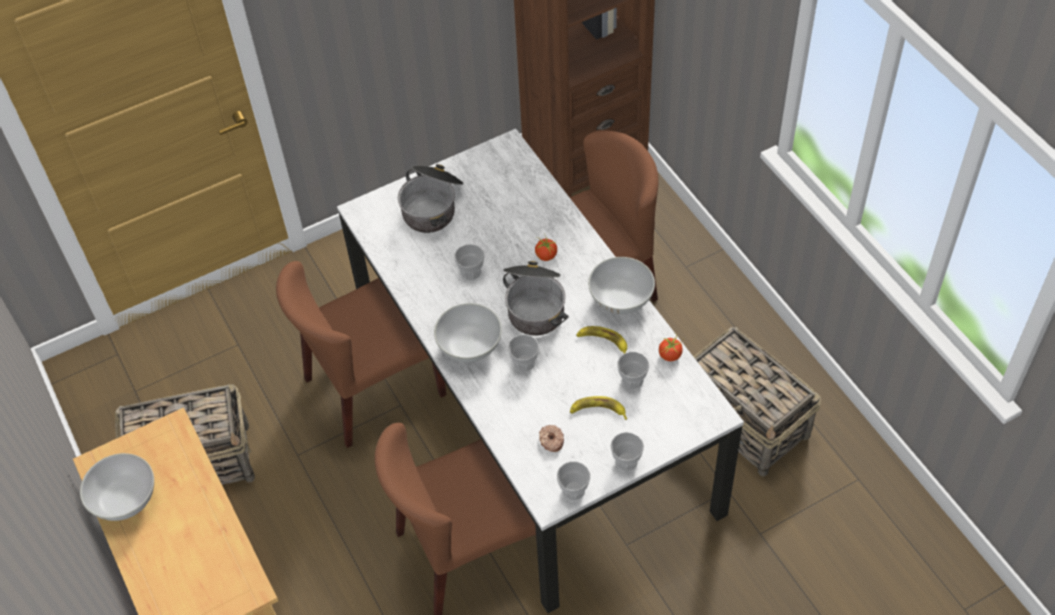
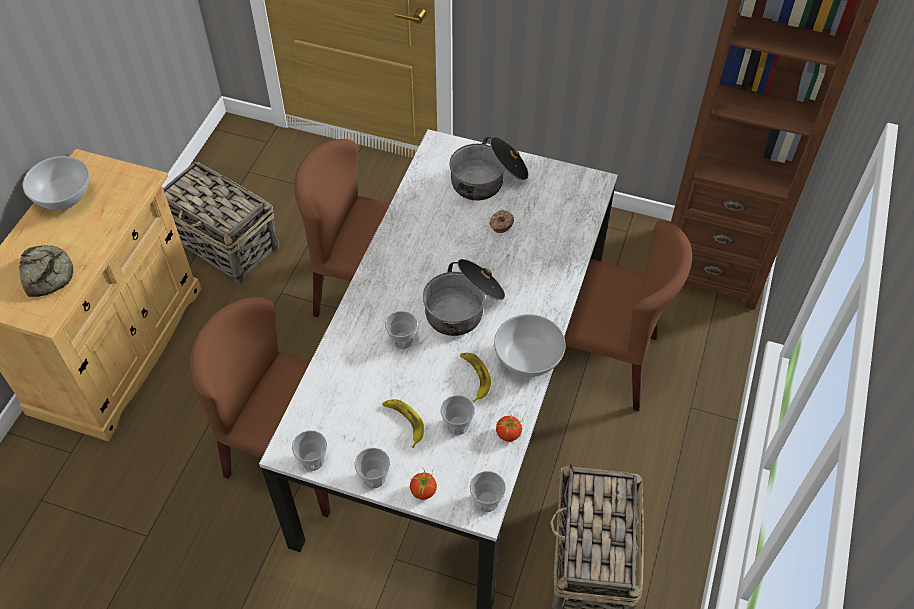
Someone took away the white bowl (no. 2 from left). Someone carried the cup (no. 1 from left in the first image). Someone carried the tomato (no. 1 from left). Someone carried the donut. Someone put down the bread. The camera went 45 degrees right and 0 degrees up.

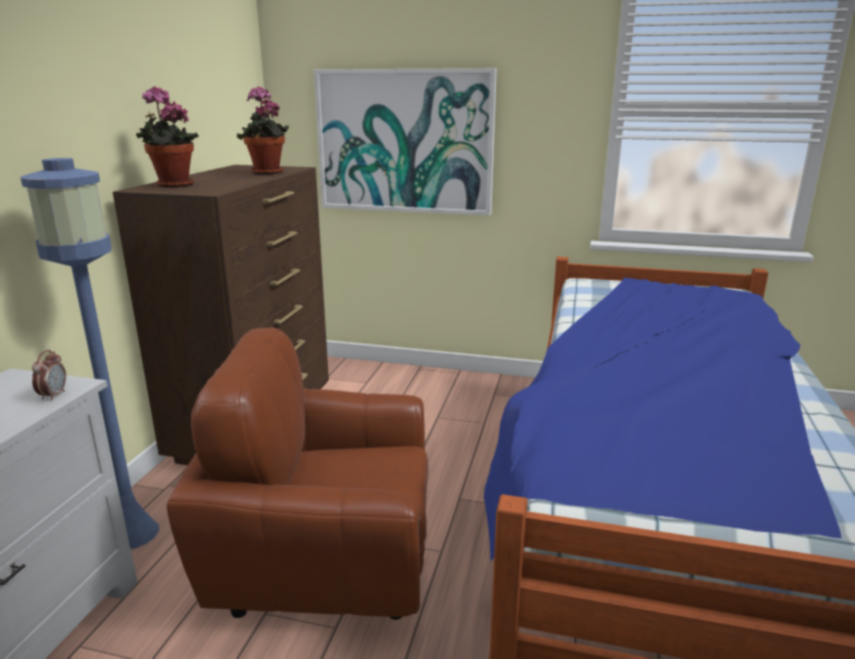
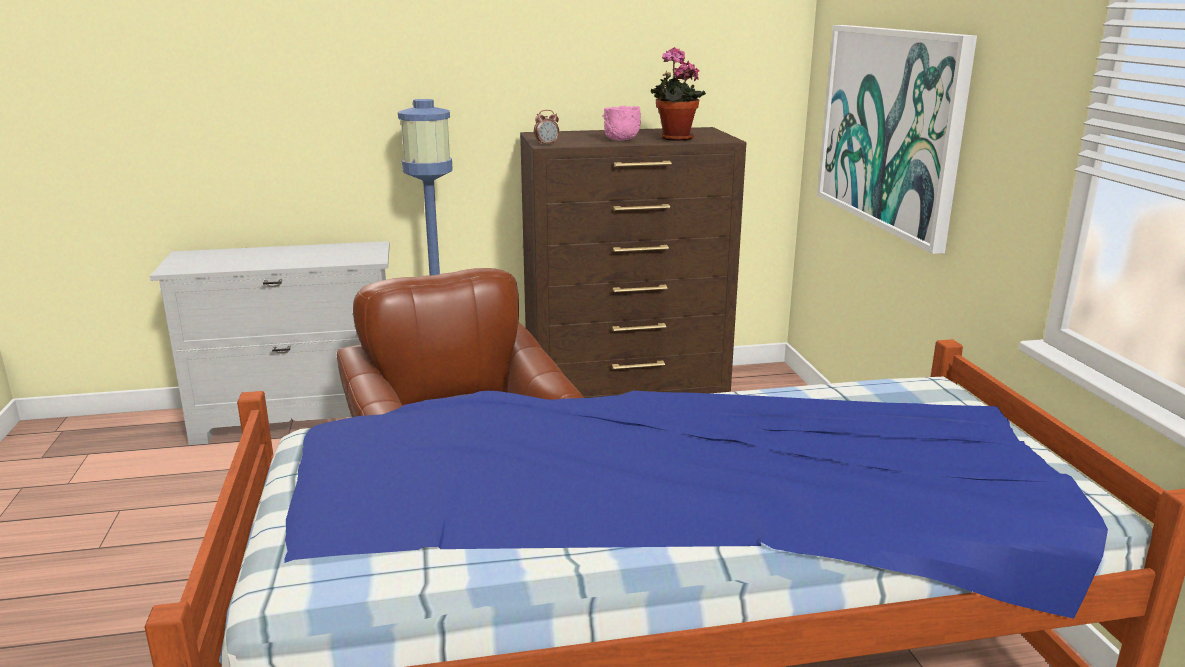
Someone carried the alarm clock. Someone took away the potted plant (no. 1 from left). Someone put down the pink bowl. The camera went 65 degrees right and 0 degrees up.

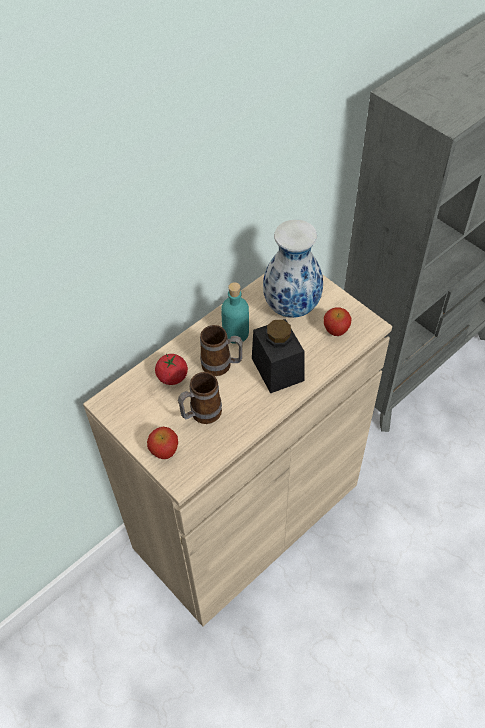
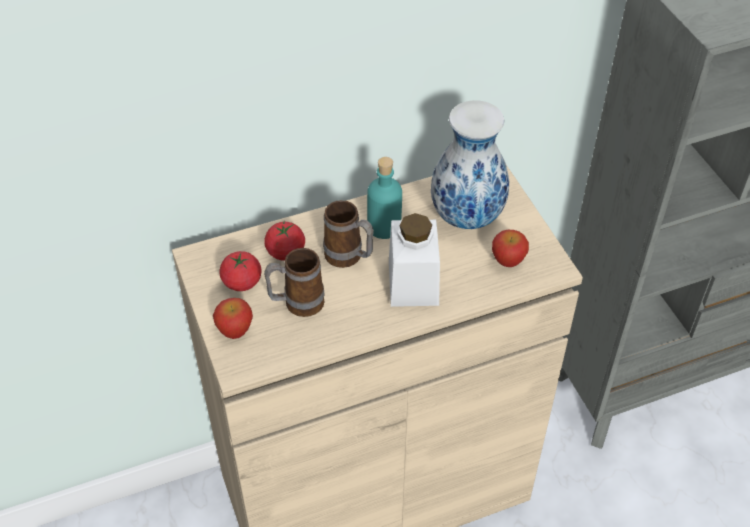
Someone repainted the black jar, which became the white jar. Someone put down the tomato (no. 1 from left). The camera went 20 degrees right and 5 degrees down.

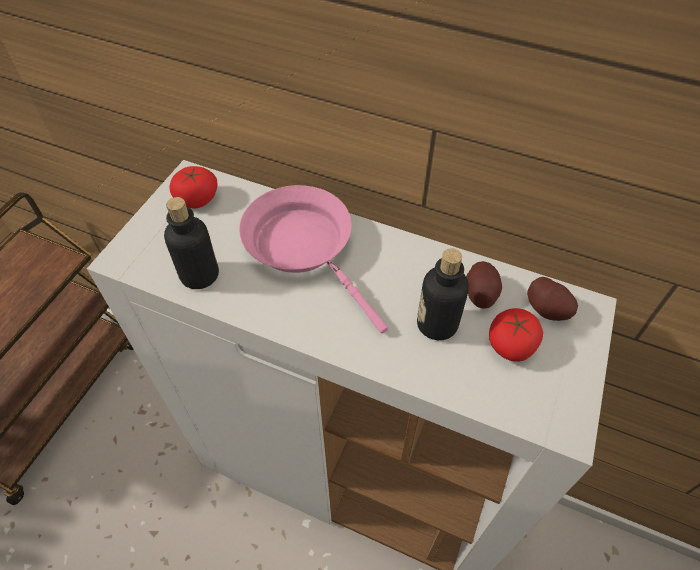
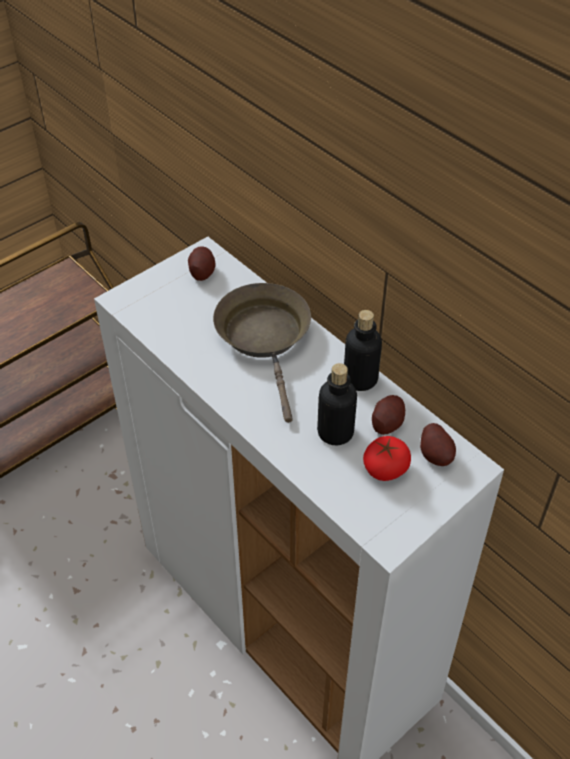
Someone carried the bottle (no. 1 from left in the first image). Someone swapped the tomato (no. 1 from left) for the potato (no. 1 from left). Someone repainted the pink frying pan, which became the brown frying pan. The camera went 25 degrees right and 5 degrees down.

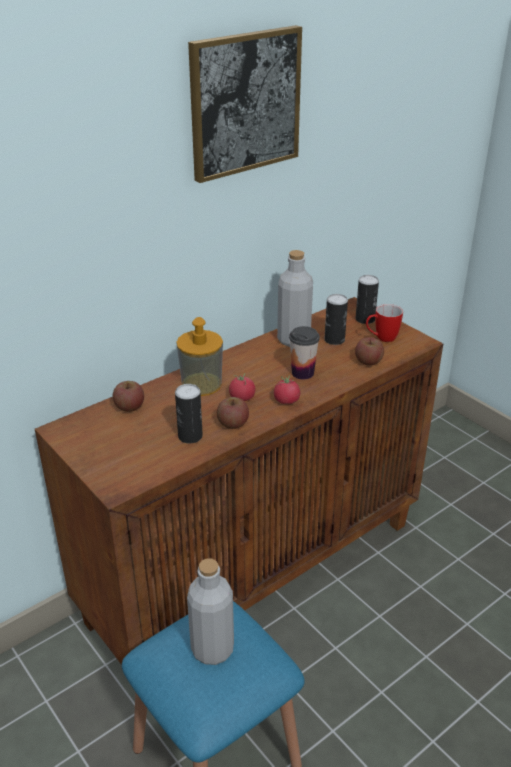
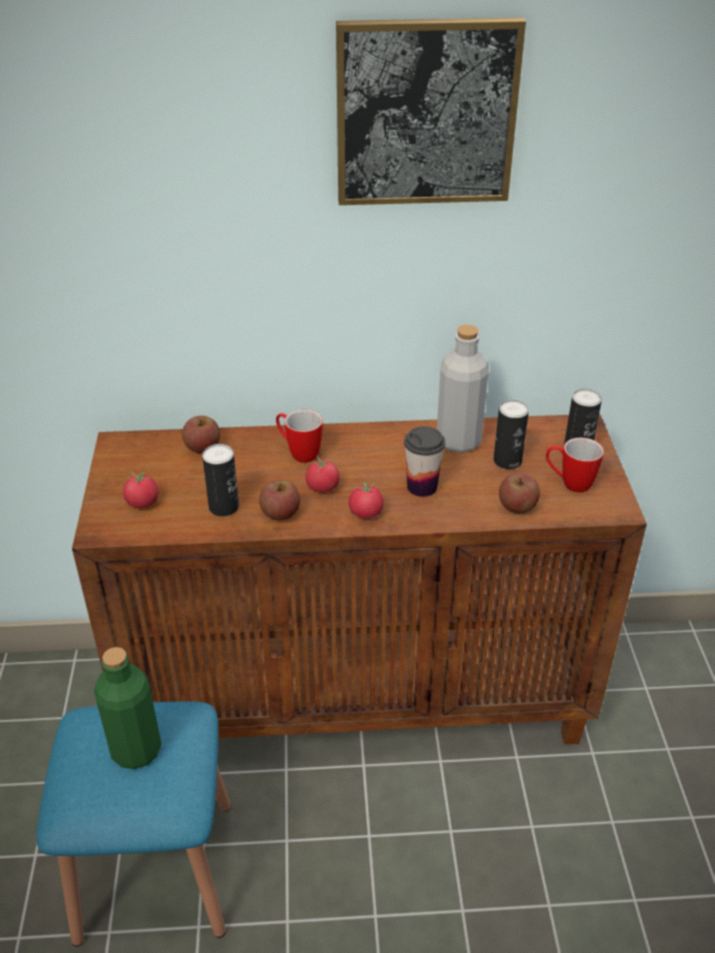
Someone swapped the soap dispenser for the mug (no. 1 from left). Someone repainted the grey bottle (no. 1 from left), which became the green bottle. Someone put down the tomato (no. 1 from left). The camera went 35 degrees right and 5 degrees up.

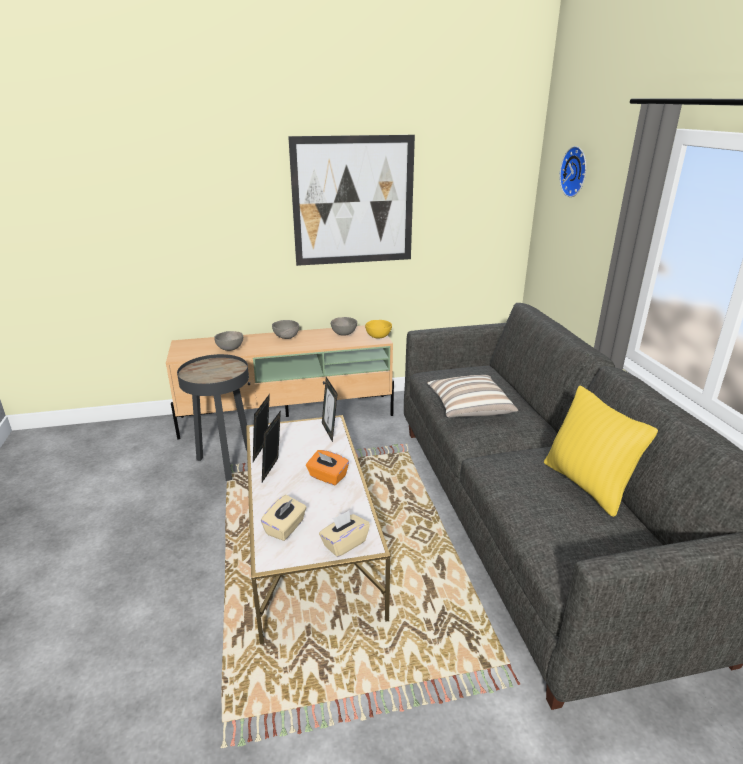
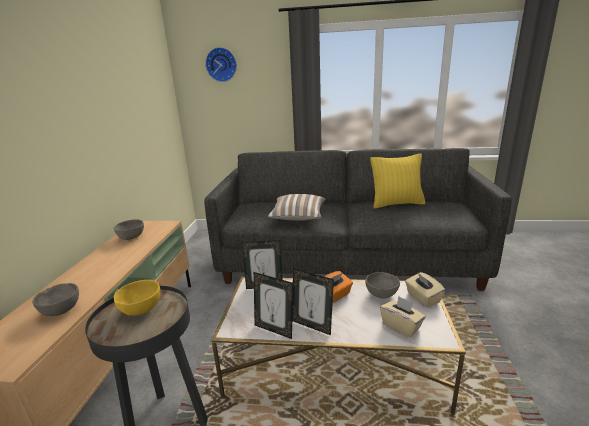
Someone carried the grey bowl (no. 2 from left in the first image). Someone took away the picture. Someone carried the yellow bowl. The camera went 70 degrees left and 5 degrees down.

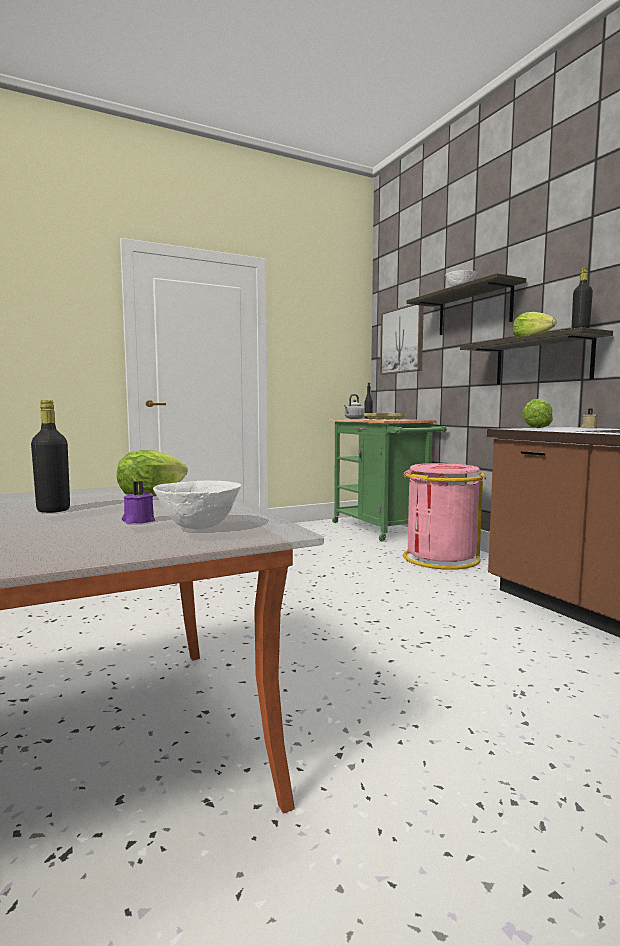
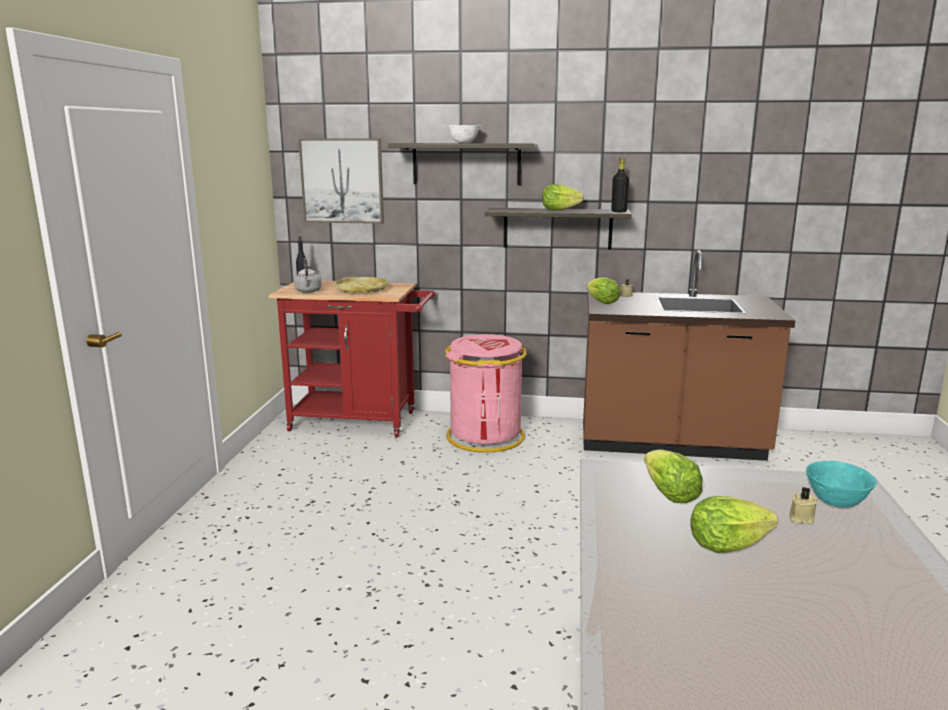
Someone swapped the black bottle (no. 1 from left) for the lettuce (no. 4 from left). Someone repainted the purple candle, which became the beige candle (no. 2 from left). Someone repainted the white bowl (no. 1 from left), which became the turquoise bowl. Someone repainted the green cart, which became the red cart. The camera went 55 degrees left and 10 degrees up.

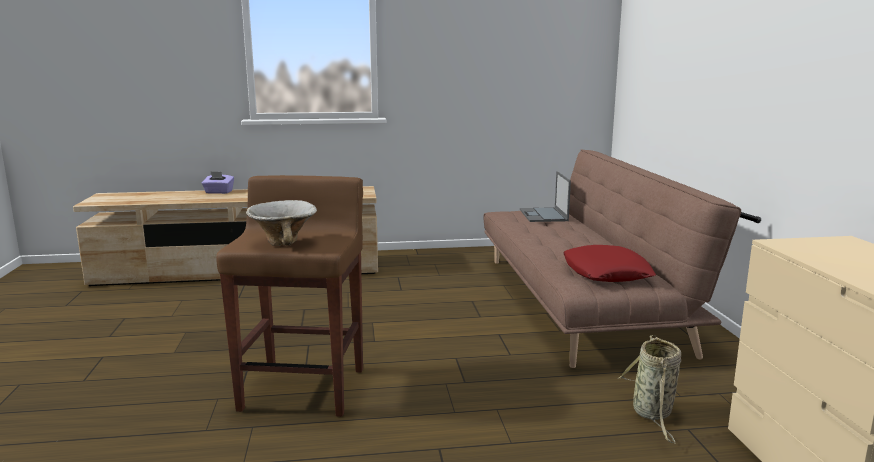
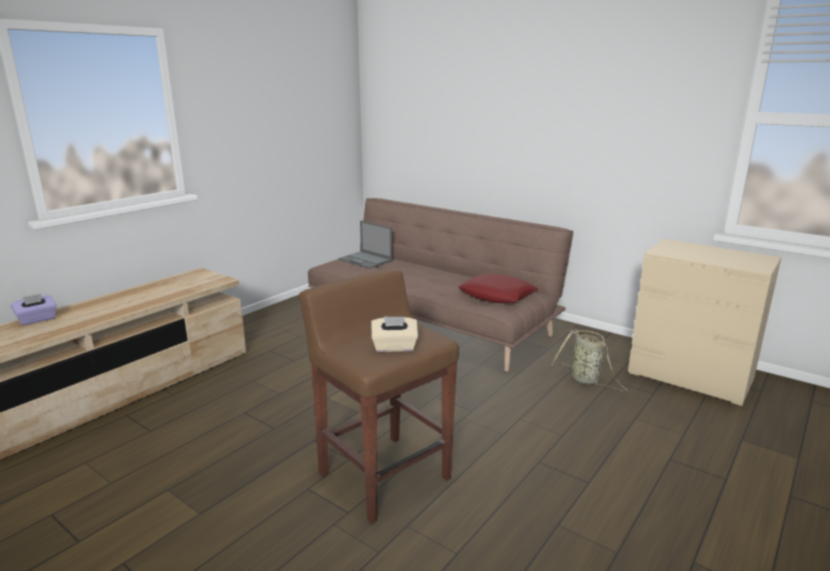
Someone swapped the bowl for the beige tissue box. The camera went 45 degrees left and 5 degrees up.

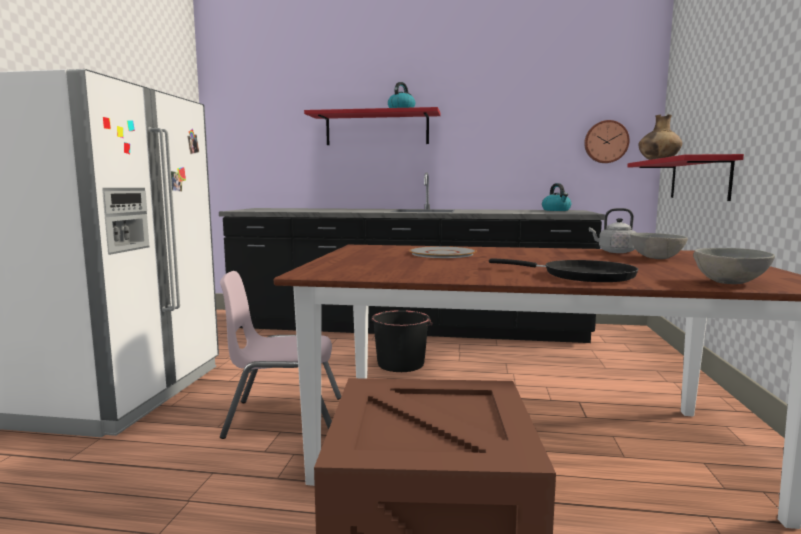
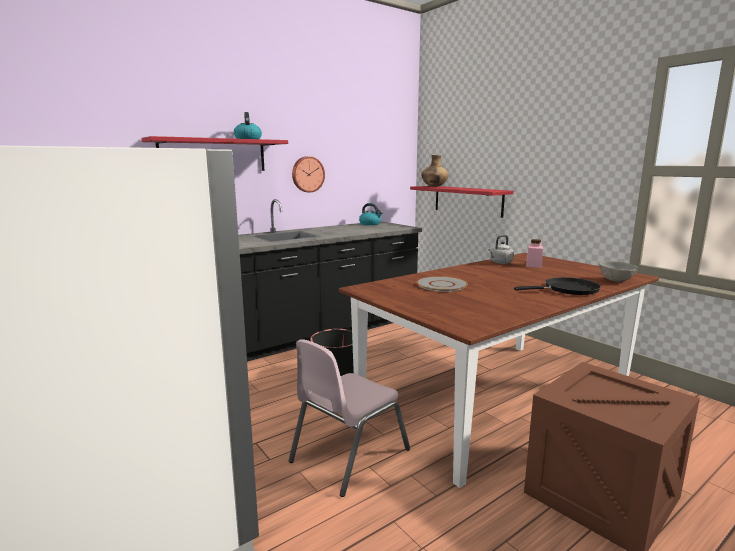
Someone carried the wall clock. Someone swapped the grey bowl (no. 1 from left) for the pink jar. The camera went 45 degrees left and 5 degrees up.

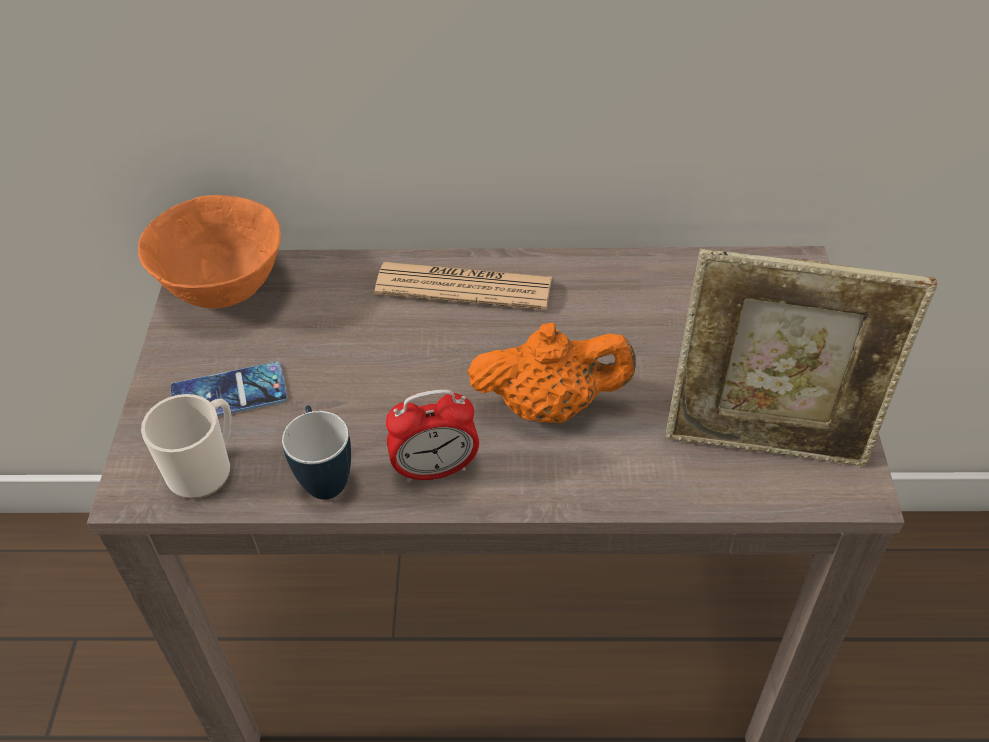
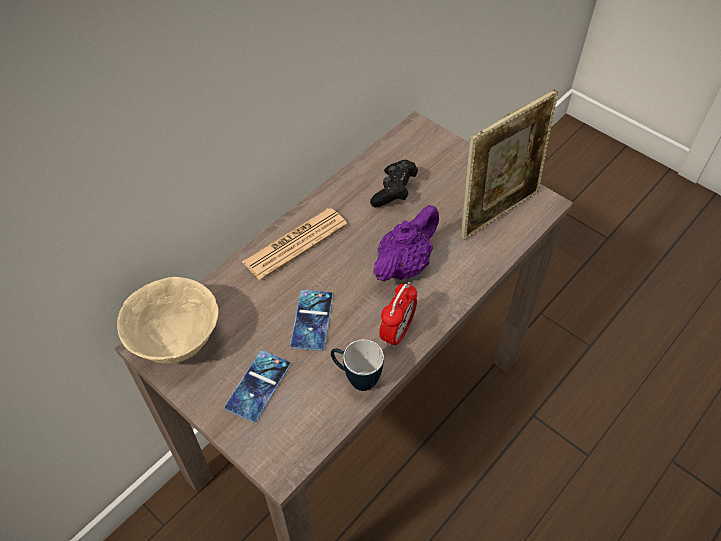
Someone repainted the orange bowl, which became the beige bowl. Someone took away the mug (no. 1 from left). Someone repainted the orange teapot, which became the purple teapot. Someone put down the phone (no. 2 from left). Someone put down the black game controller. The camera went 50 degrees left and 5 degrees up.

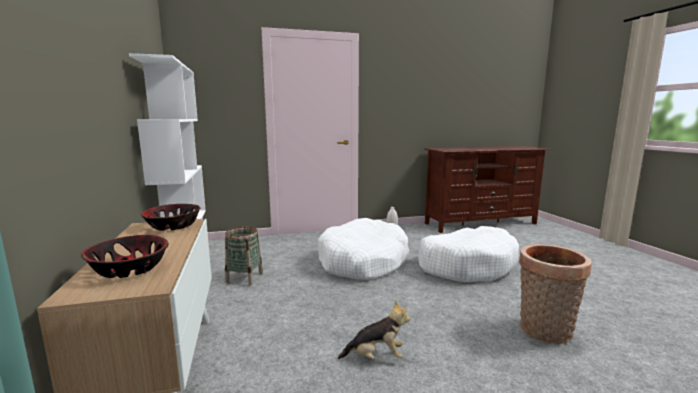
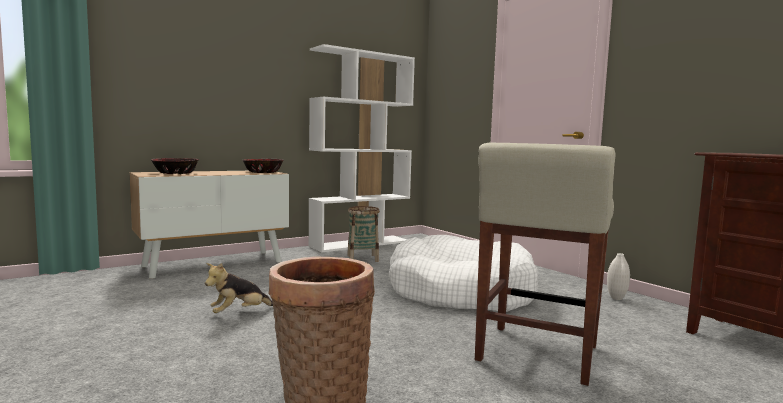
Someone rotated the plush toy by 75 degrees clockwise. Someone swapped the white dog bed (no. 2 from left) for the beige stool. The camera went 70 degrees right and 5 degrees down.

